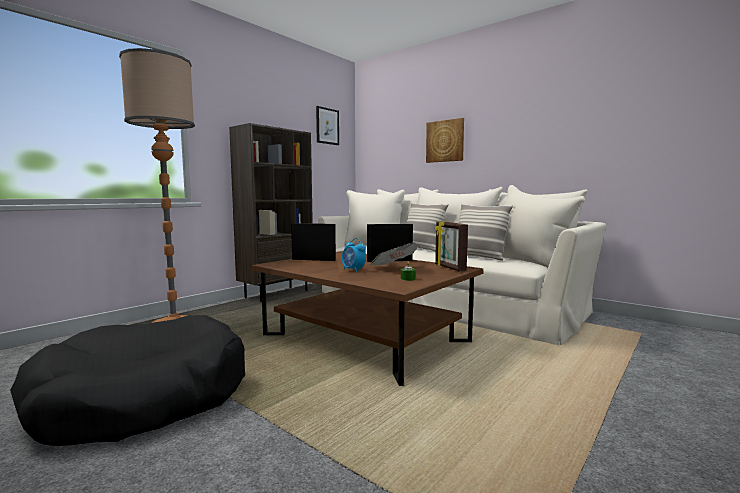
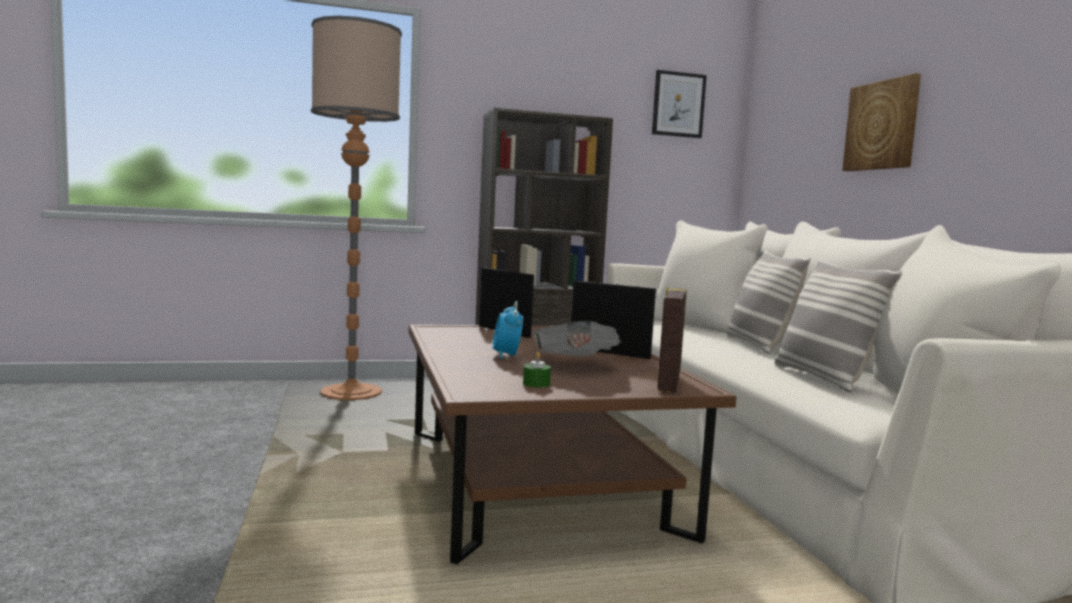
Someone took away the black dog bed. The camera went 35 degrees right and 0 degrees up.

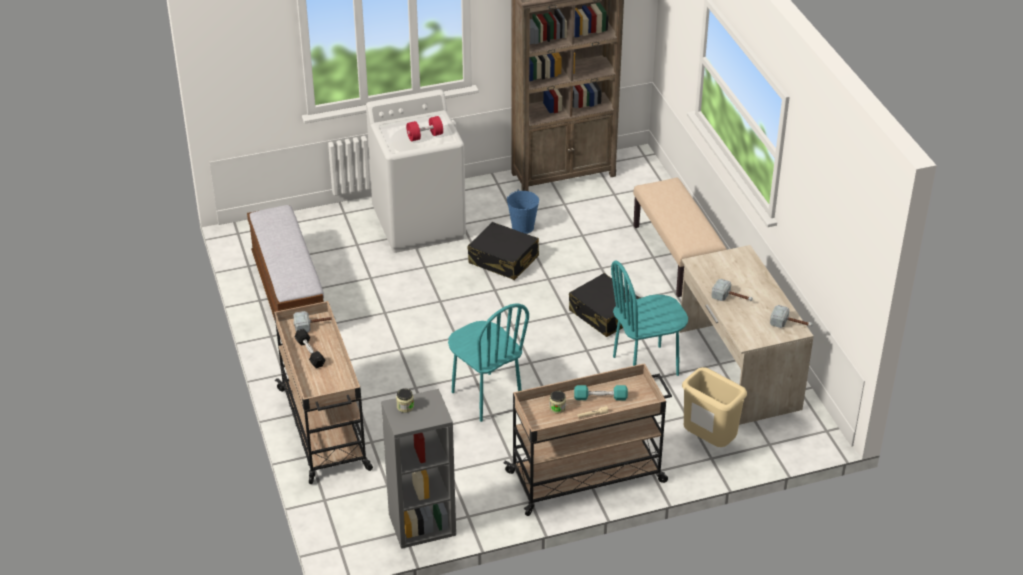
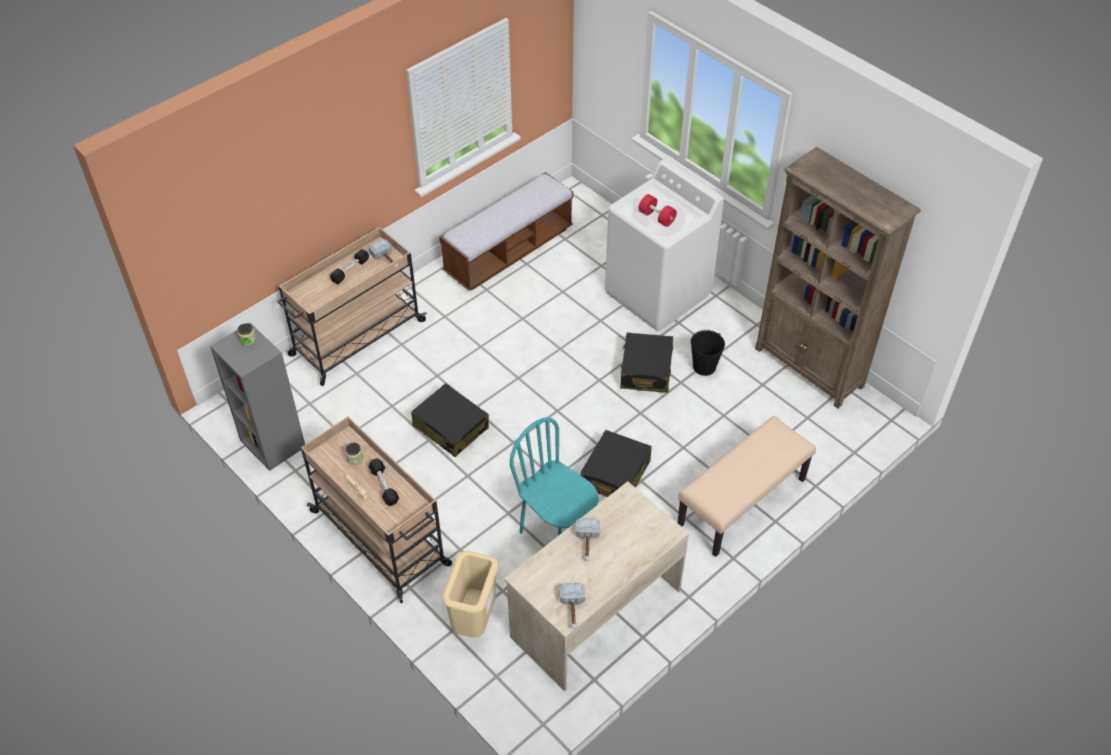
Someone swapped the turquoise chair (no. 1 from left) for the black suitcase (no. 1 from left). Someone repainted the blue bucket, which became the black bucket. Someone repainted the turquoise dumbbell, which became the black dumbbell (no. 2 from left). The camera went 65 degrees right and 10 degrees up.

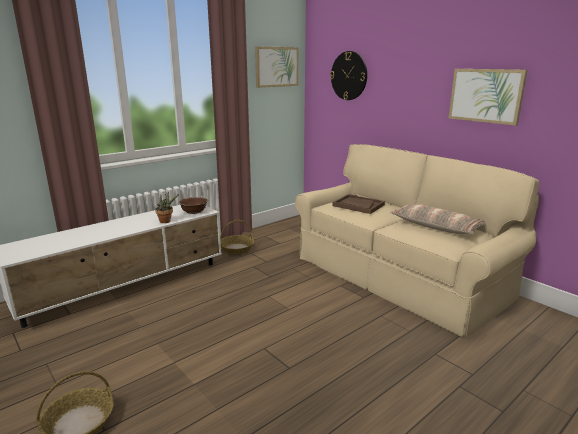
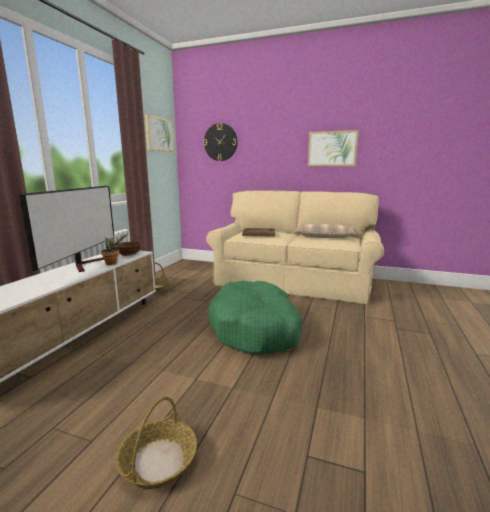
Someone put down the television. Someone put down the green dog bed. The camera went 30 degrees left and 5 degrees down.

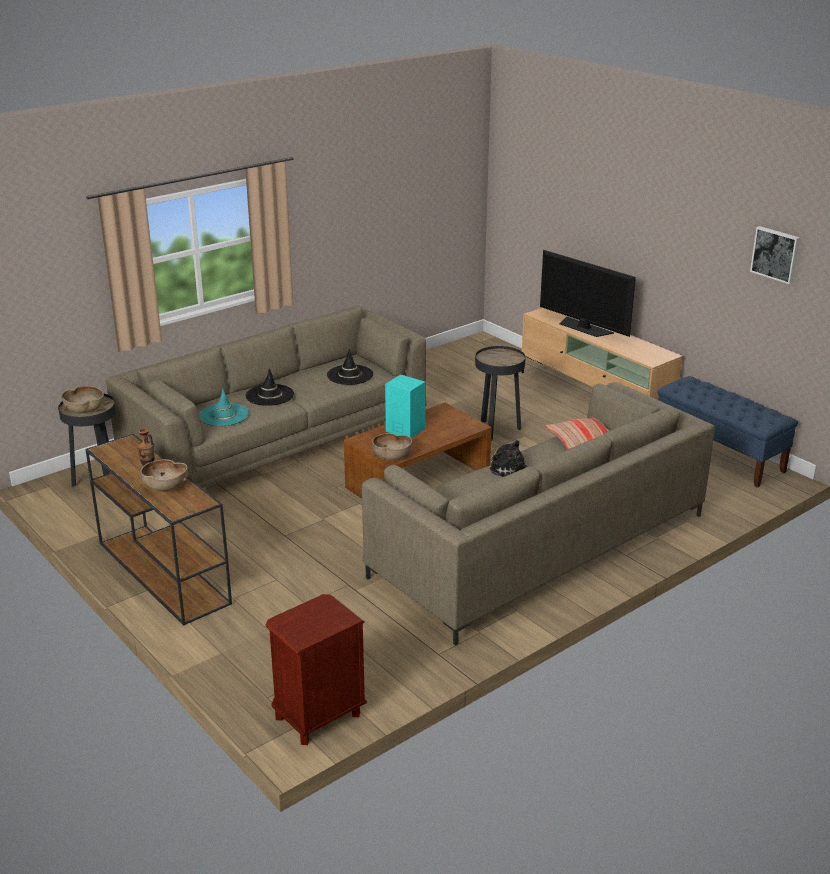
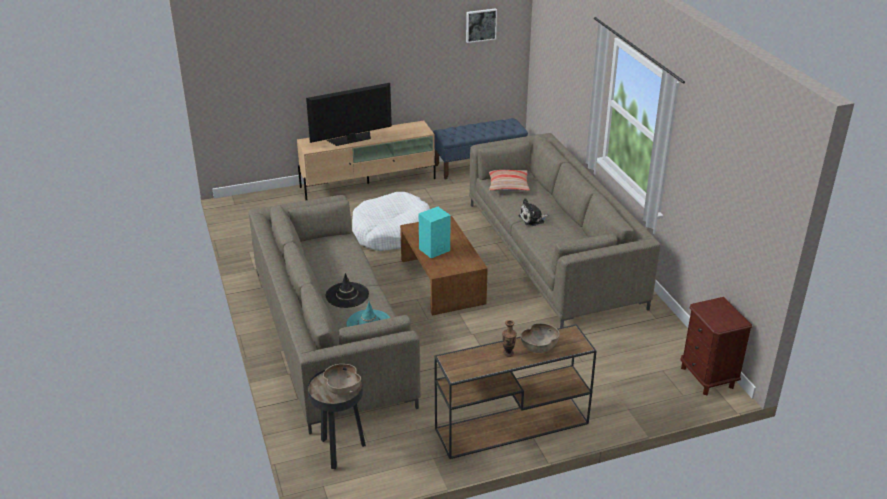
Someone took away the black hat (no. 2 from left). Someone took away the brown bowl (no. 3 from left). Someone swapped the black side table (no. 2 from left) for the white dog bed. The camera went 70 degrees left and 5 degrees up.

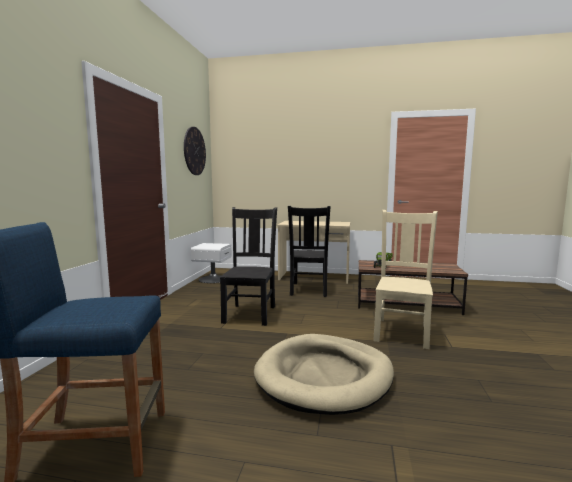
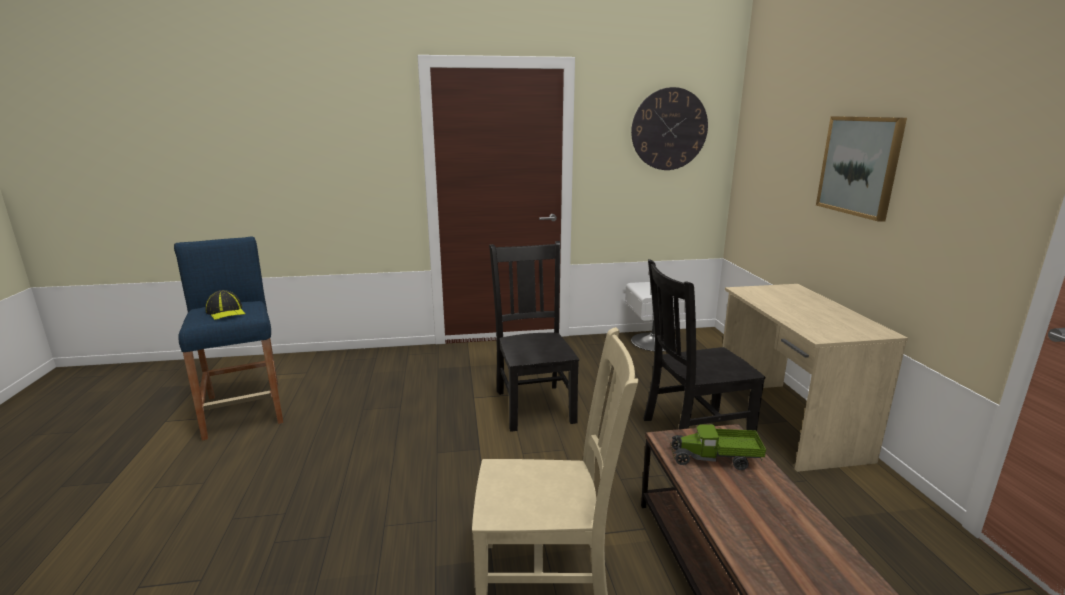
Someone rotated the black chair (no. 1 from left) by 90 degrees counterclockwise. Someone took away the beige dog bed. Someone put down the cap. Someone put up the picture. The camera went 70 degrees right and 10 degrees up.

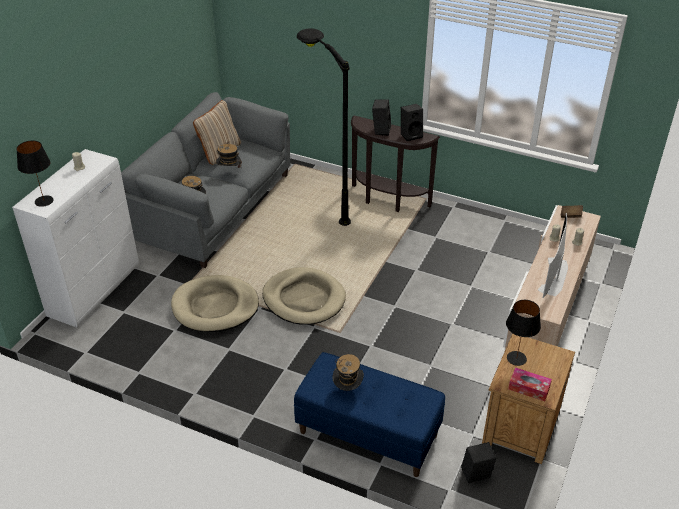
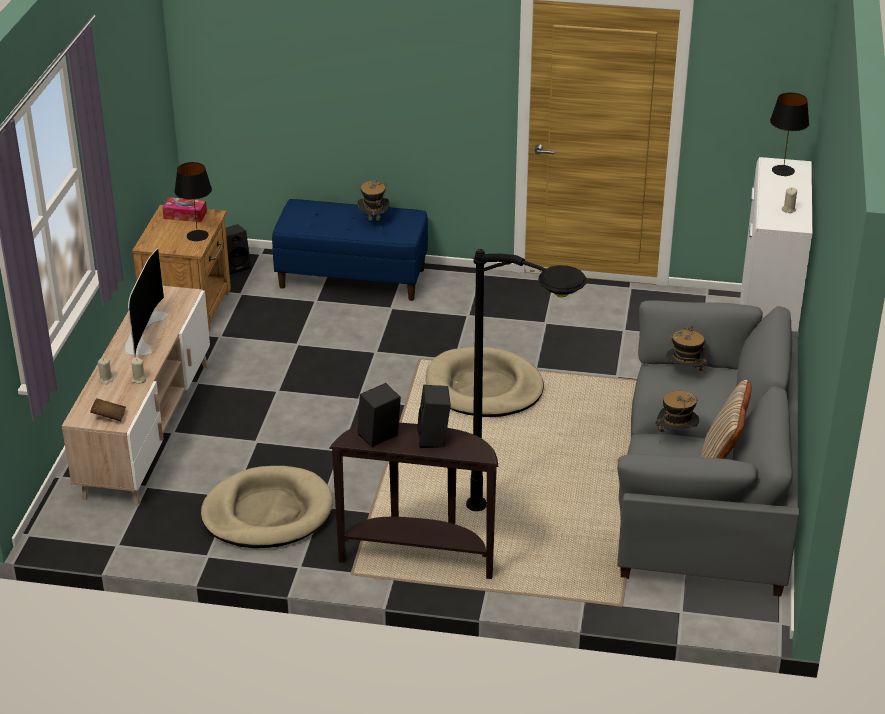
Someone carried the beige dog bed (no. 1 from left). The camera went 165 degrees right and 5 degrees down.

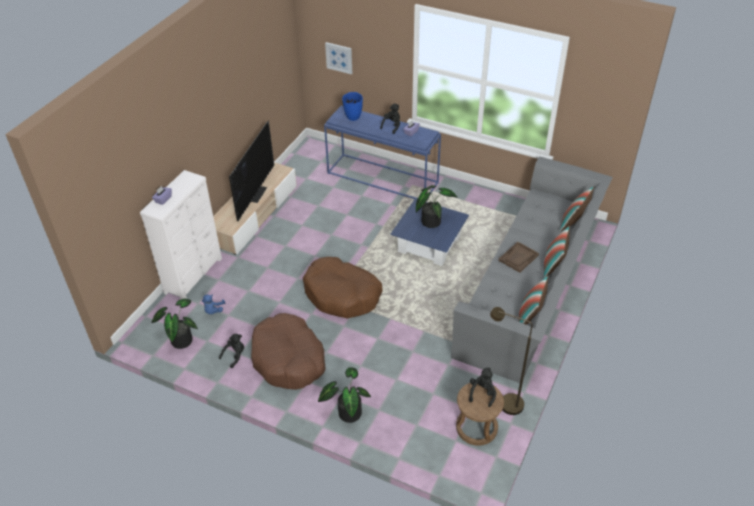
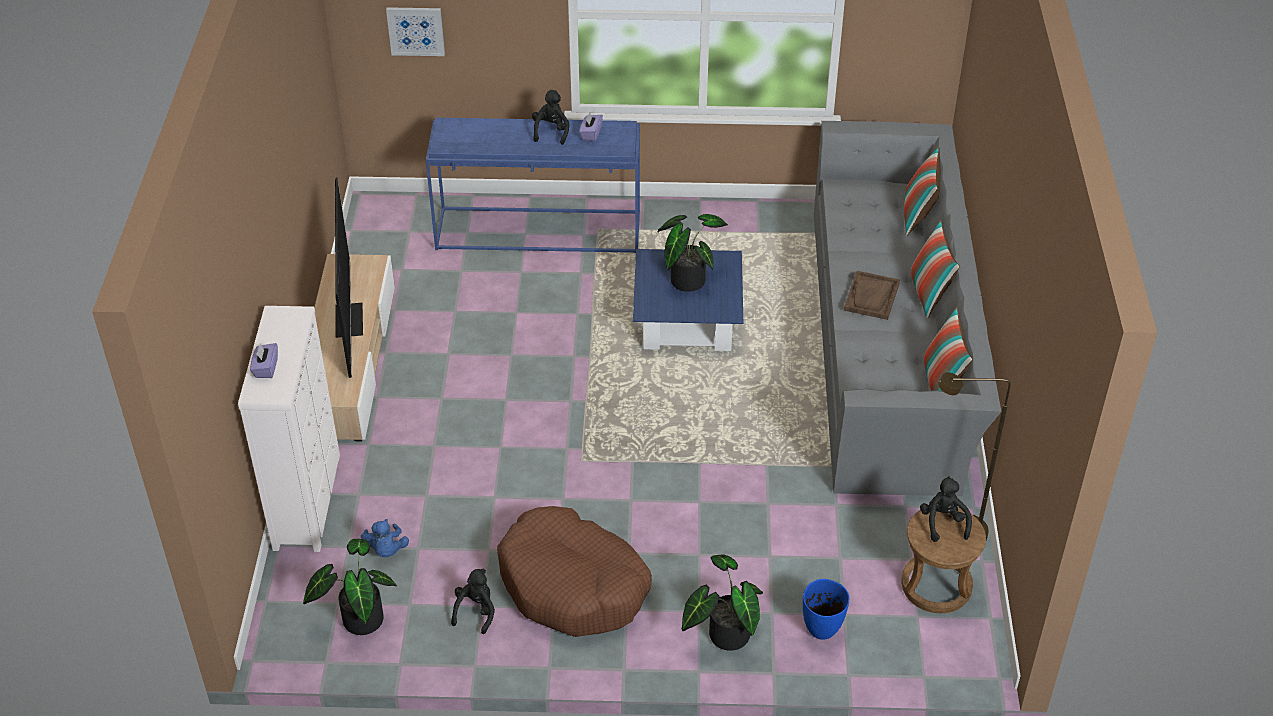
Someone took away the brown dog bed (no. 2 from left). Someone carried the blue vase. The camera went 25 degrees left and 0 degrees up.

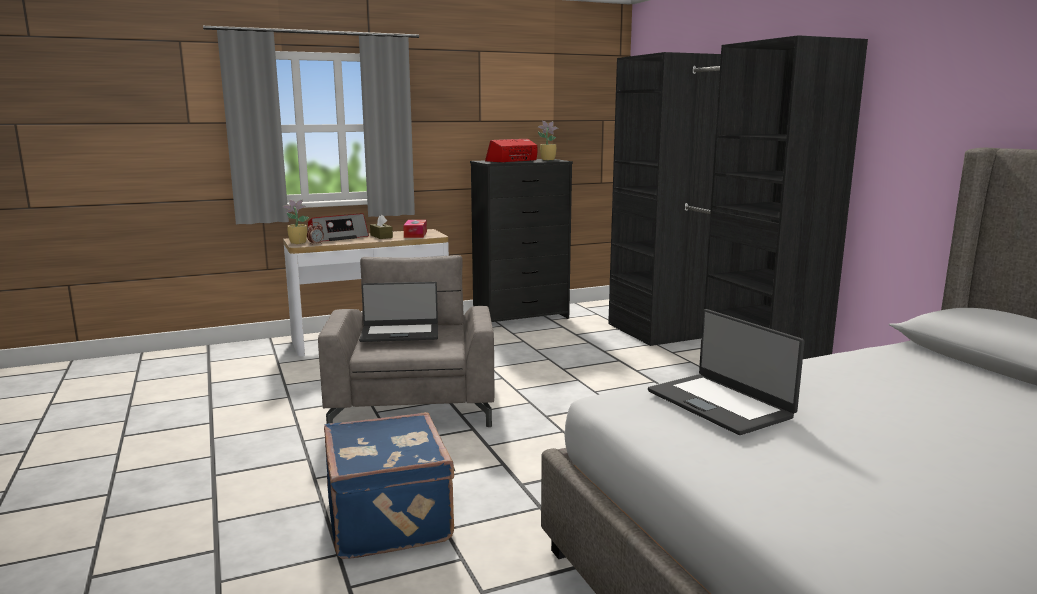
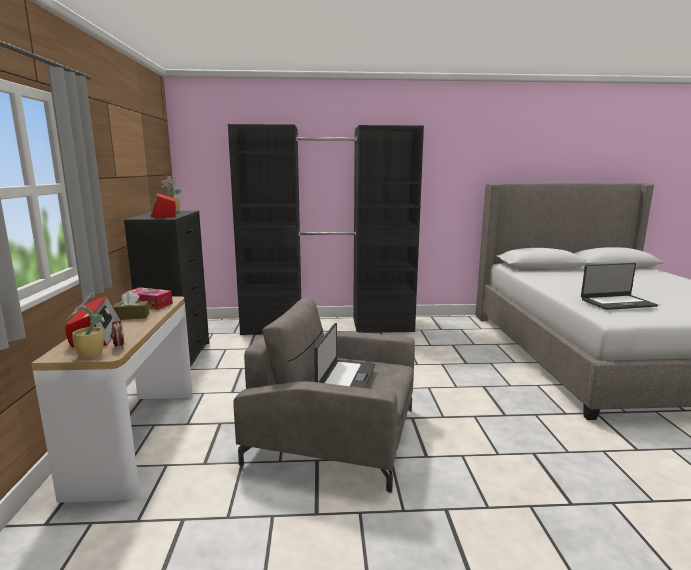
Someone took away the blue suitcase. The camera went 70 degrees left and 0 degrees up.

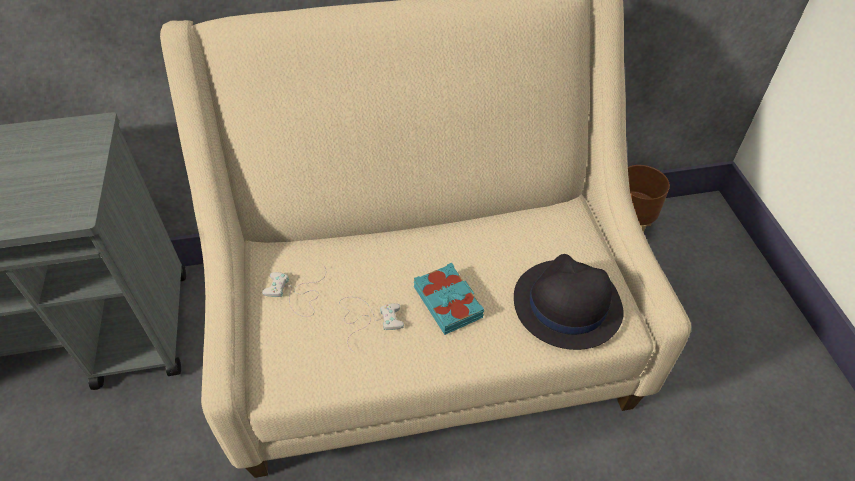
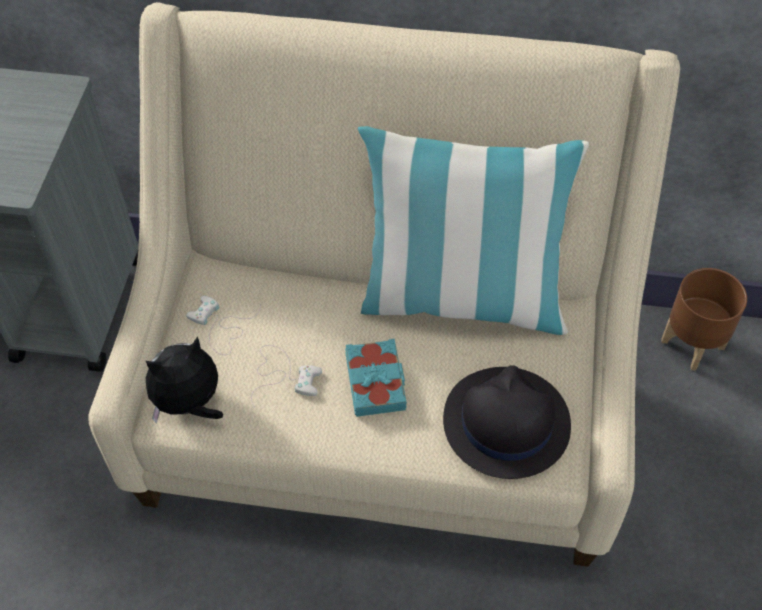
Someone put down the plush toy. Someone put down the pillow. The camera went 20 degrees right and 5 degrees up.

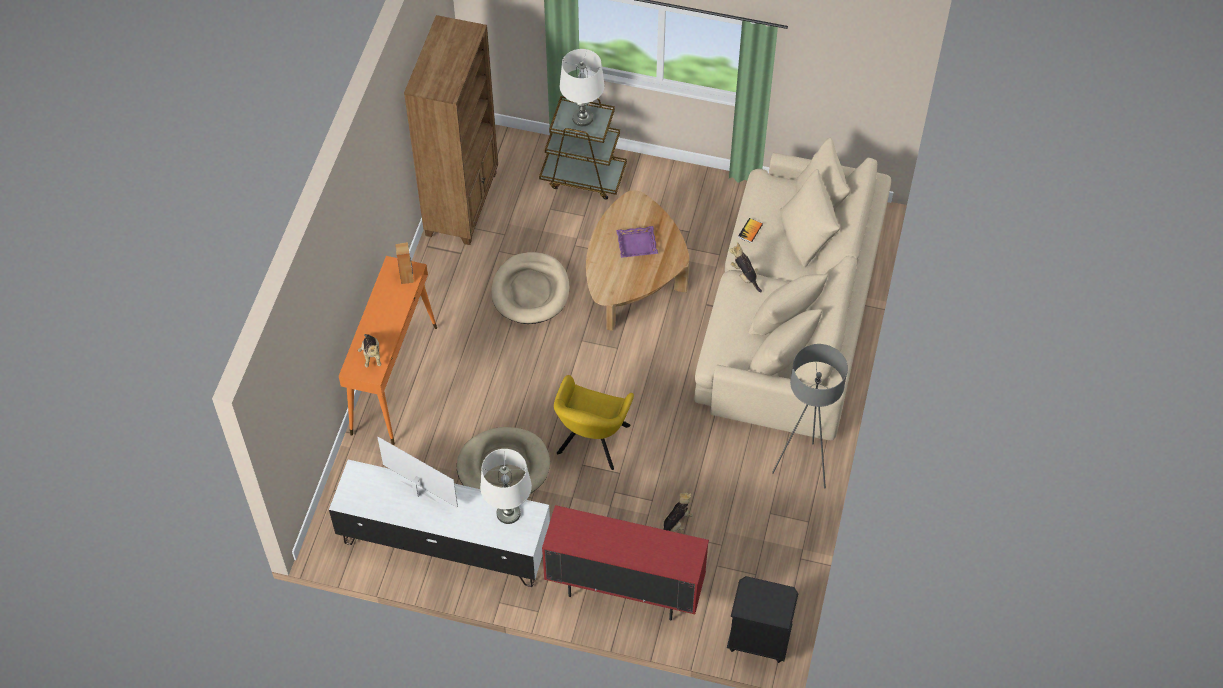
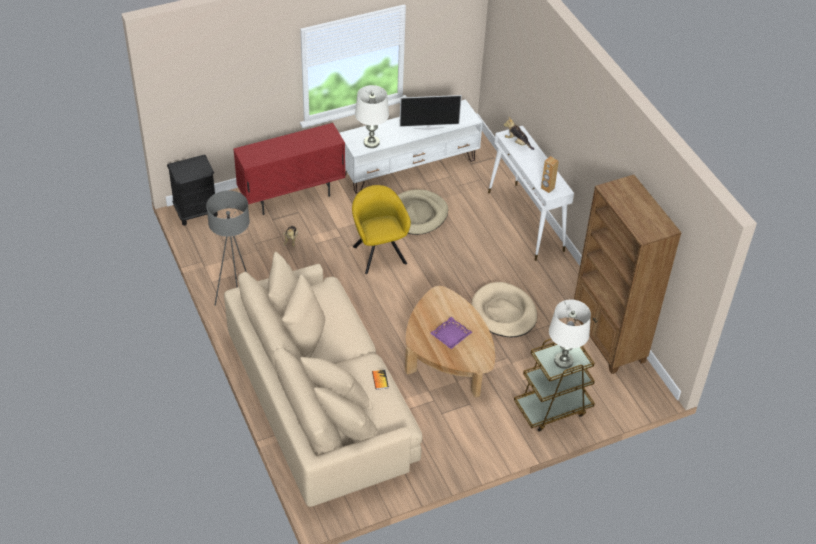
Someone repainted the orange console table, which became the white console table. Someone took away the plush toy (no. 3 from left). The camera went 140 degrees right and 10 degrees down.

